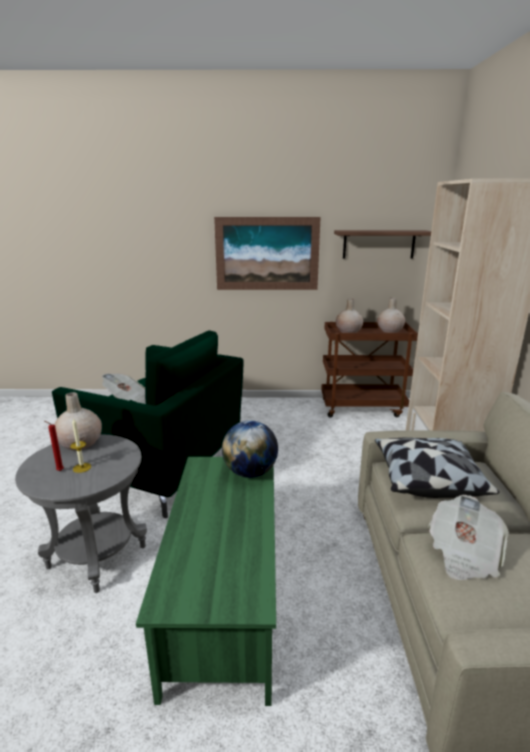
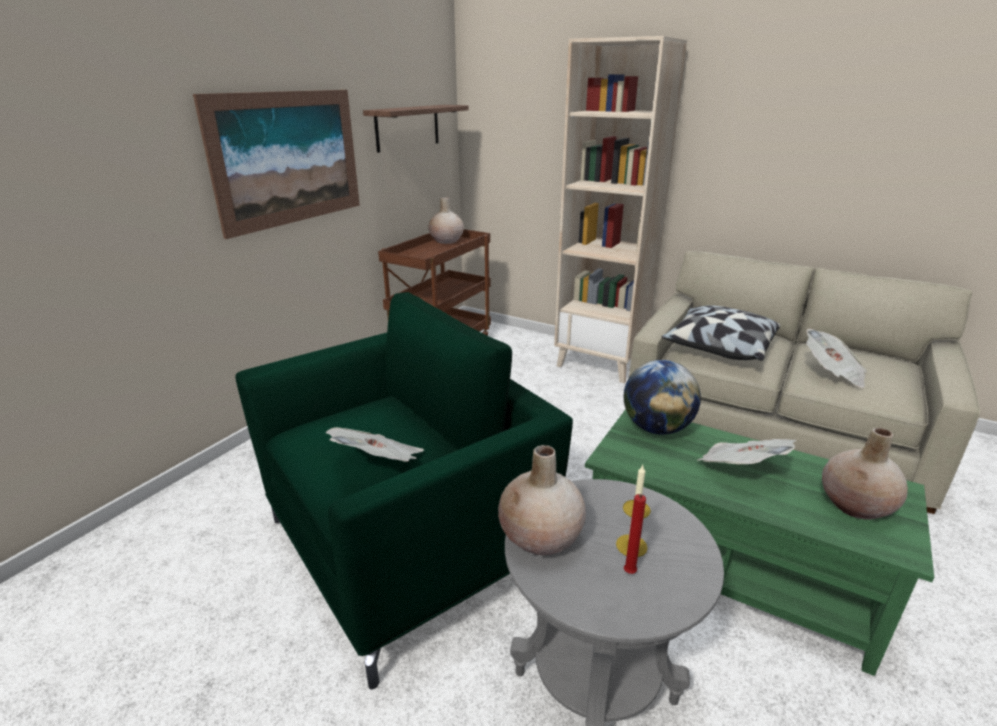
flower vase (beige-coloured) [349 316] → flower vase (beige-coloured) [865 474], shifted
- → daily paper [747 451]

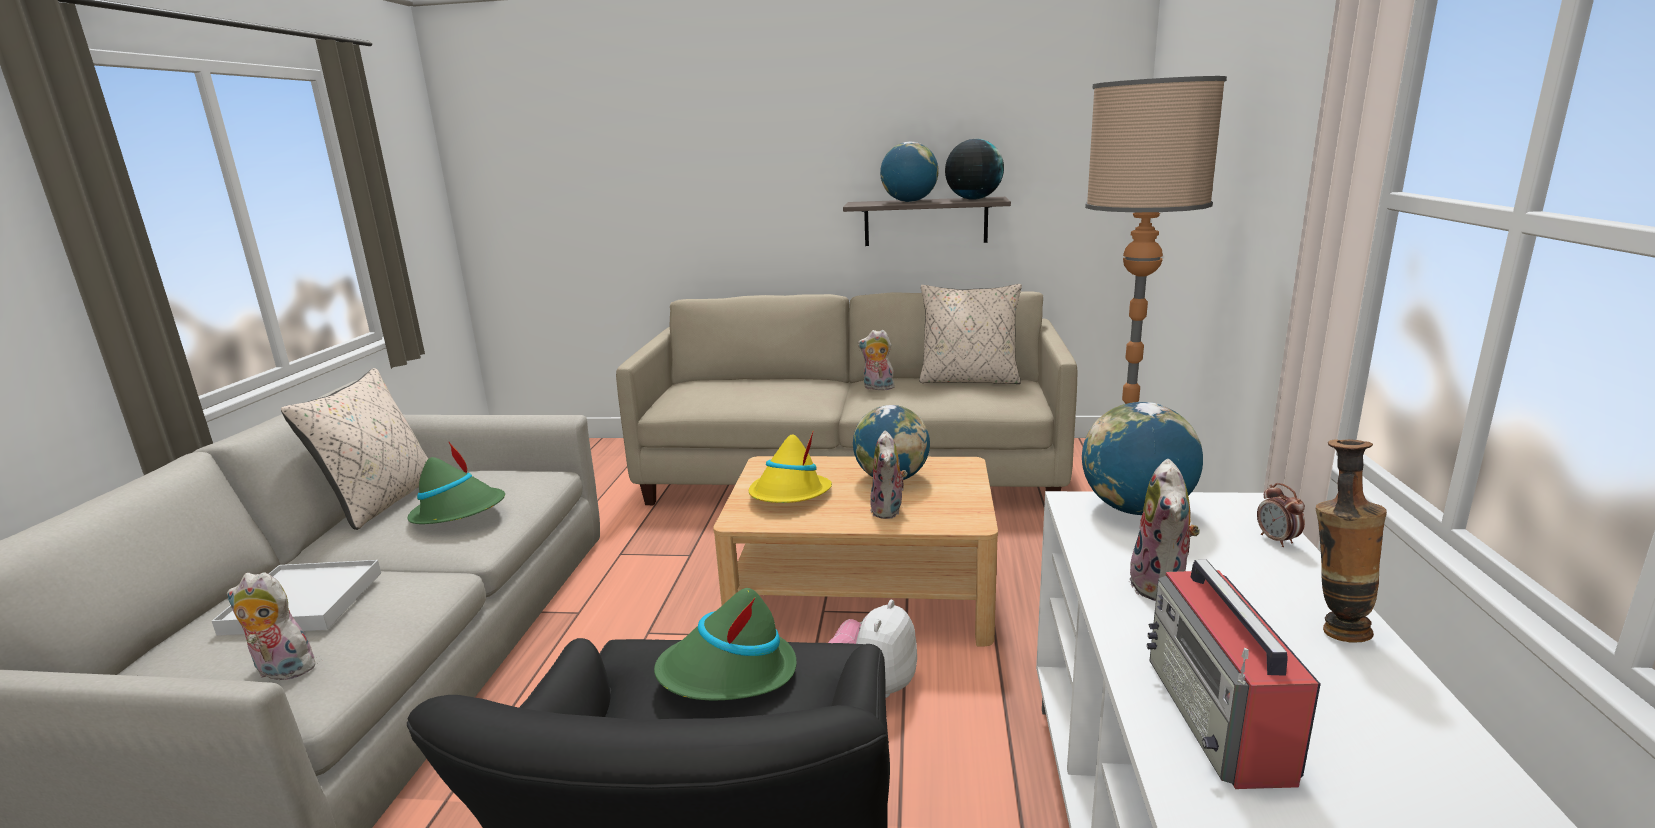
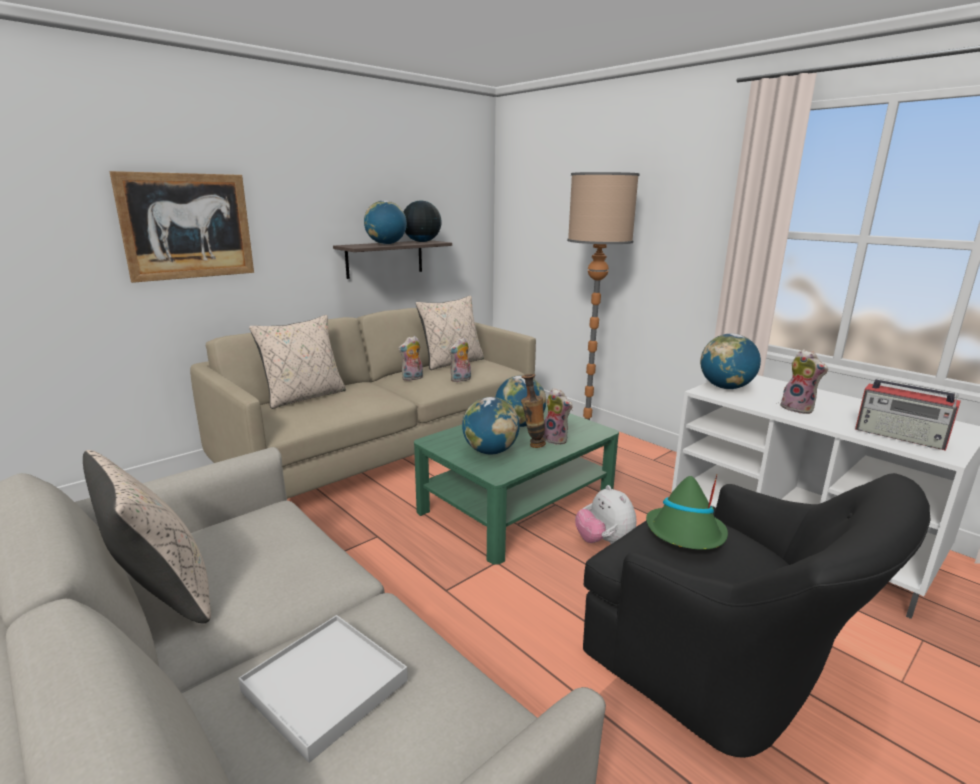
plush toy [272 626] → plush toy [459 359], shifted
wearable hat (green-coloured) [456 483] → -
lounge table (beige-coloured) [855 551] → lounge table (green-coloured) [516 485]
wearable hat (yellow-coloured) [790 467] → desk globe [491 425]
bedside clock [1281 515] → -
flower vase [1351 540] → flower vase [533 411], shifted
- → picture [181 227]
- → cushion (beige-coloured) [297 362]

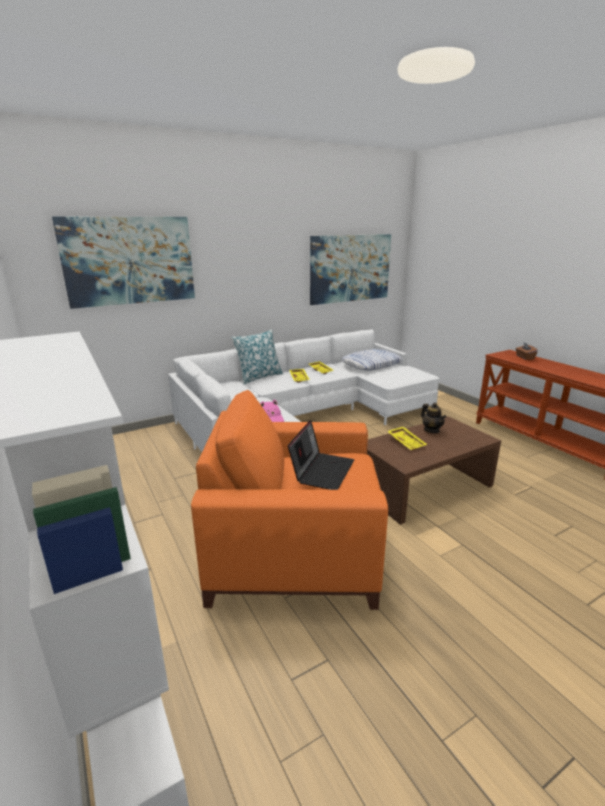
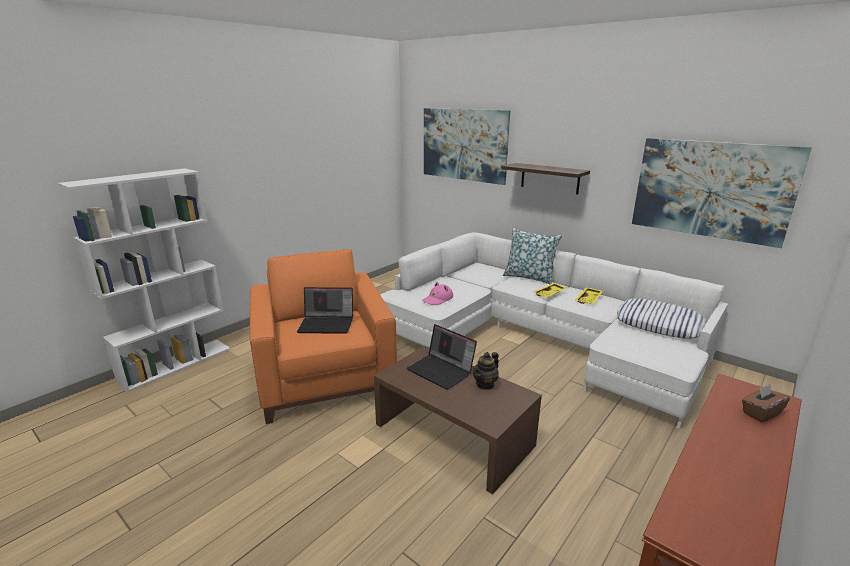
serving tray (yellow-coloured) [407 438] → portable computer [442 357]
- → wall shelf [545 178]

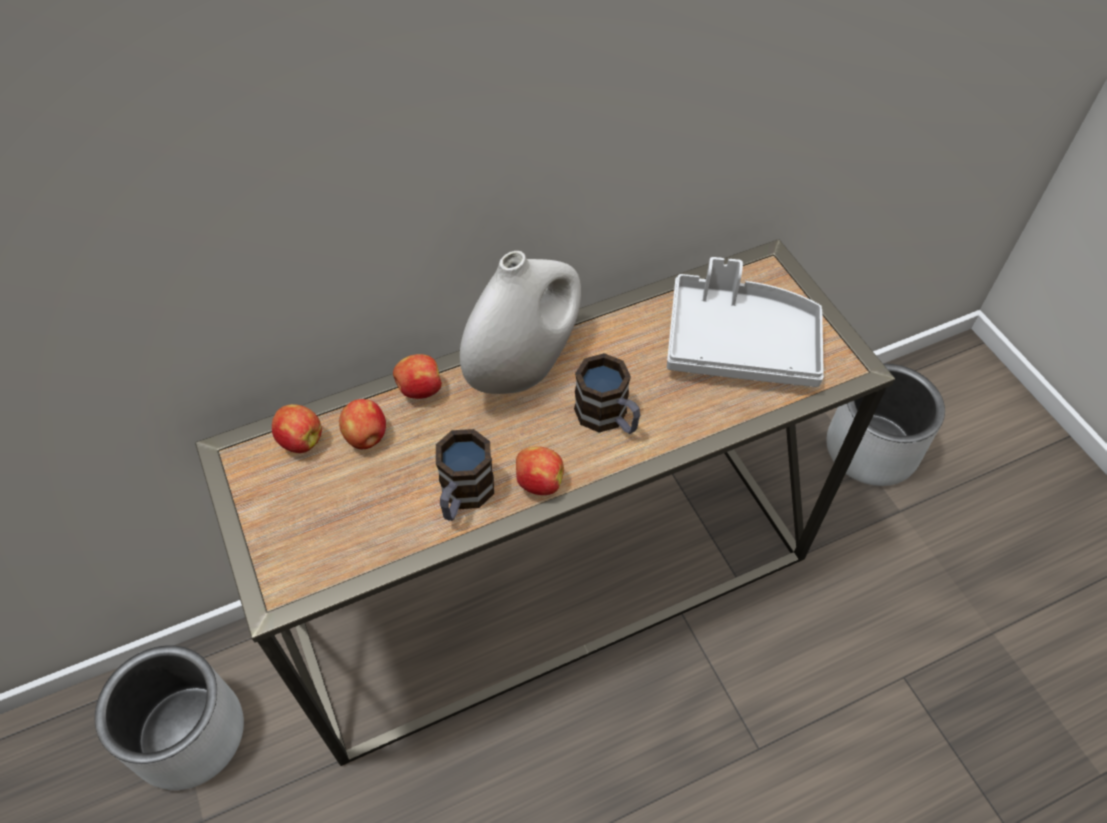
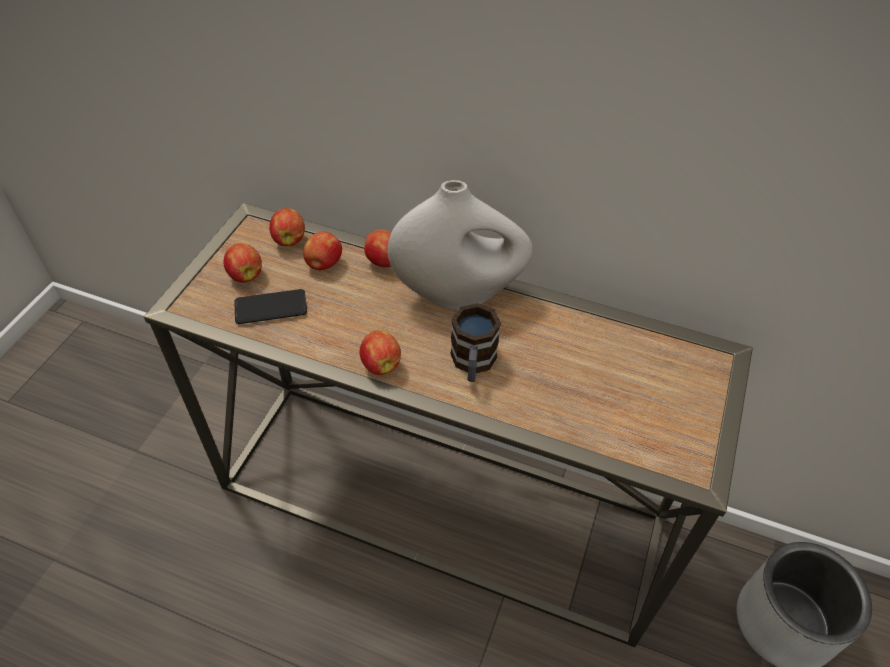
flower pot (greyish) [169 717] → -
coffee mug [465 475] → -
serving tray (greyish) [745 322] → -
- → apple fruit [242 263]
- → telephone [270 306]

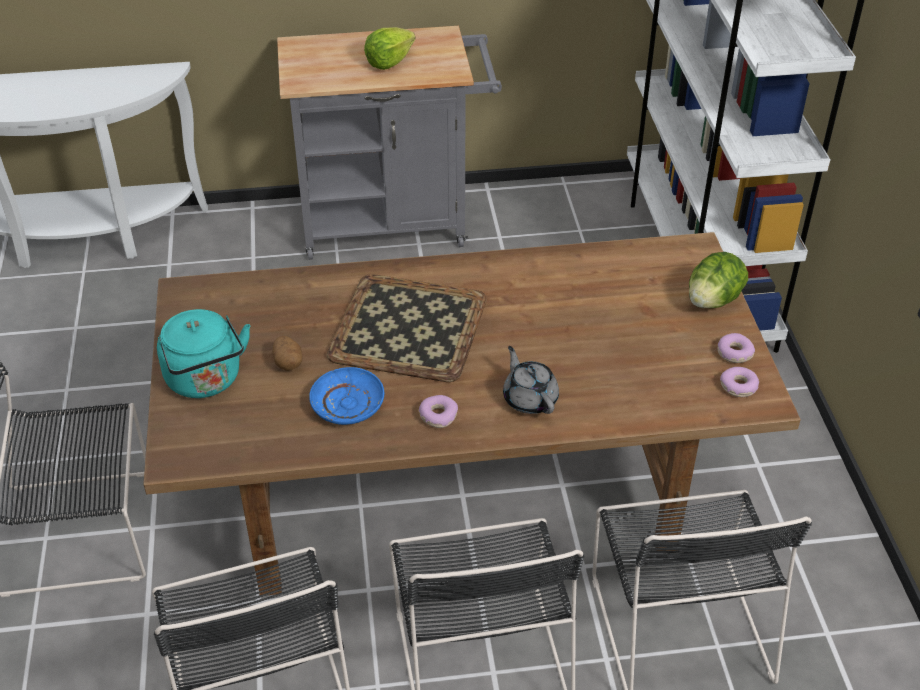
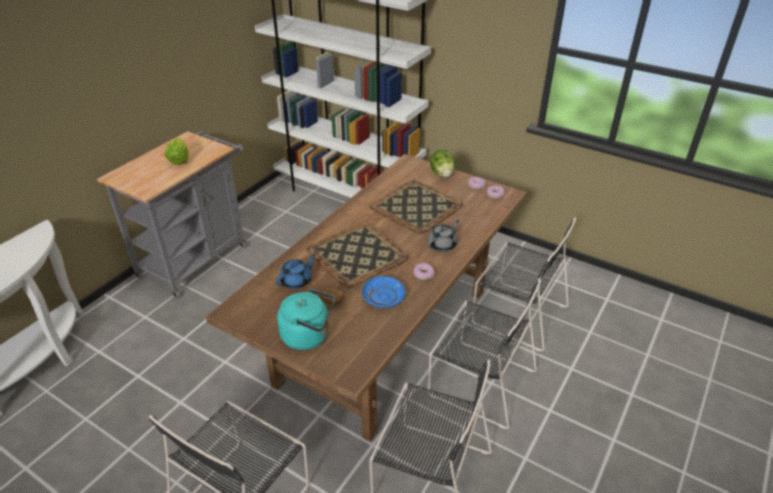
pot for tea (greyish) [531 380] → pot for tea (greyish) [443 236], 120 degrees clockwise
- → pot for tea (blue-coloured) [295 271]
- → serving tray [416 207]

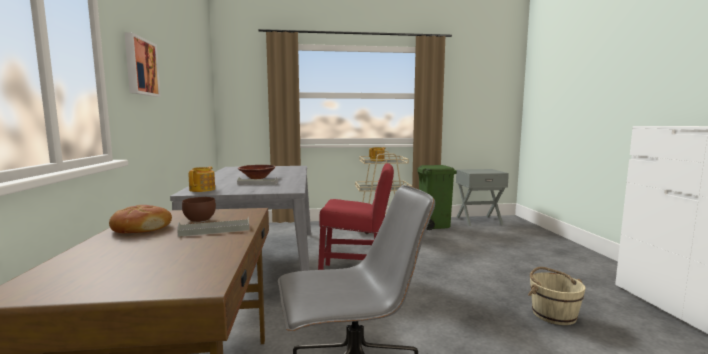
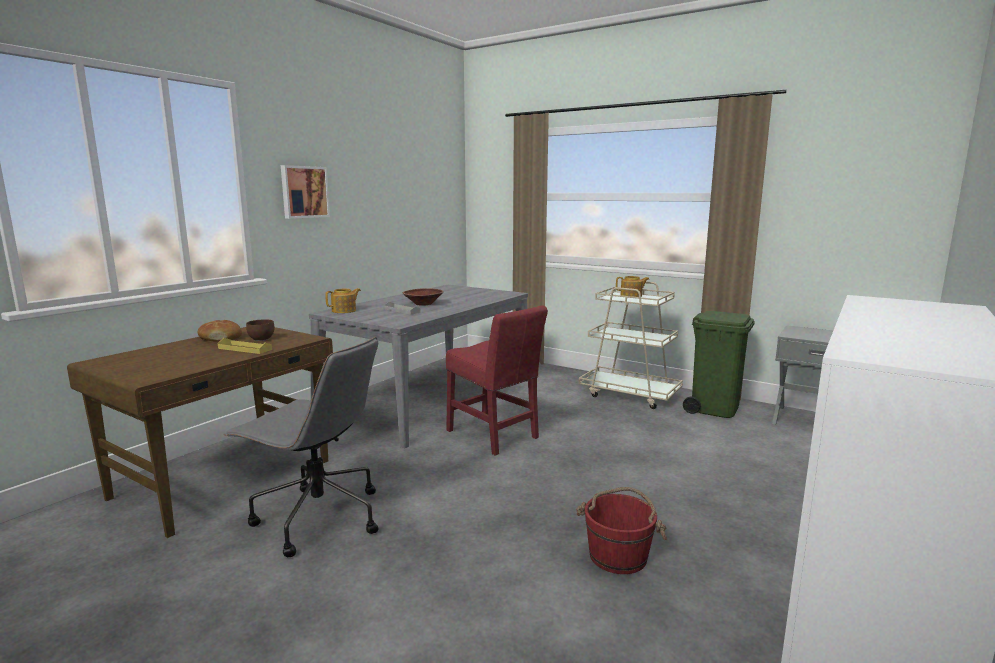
serving tray (greyish) [213 227] → serving tray (yellow-coloured) [245 346]
pail (beige-coloured) [557 296] → pail (red) [621 530]

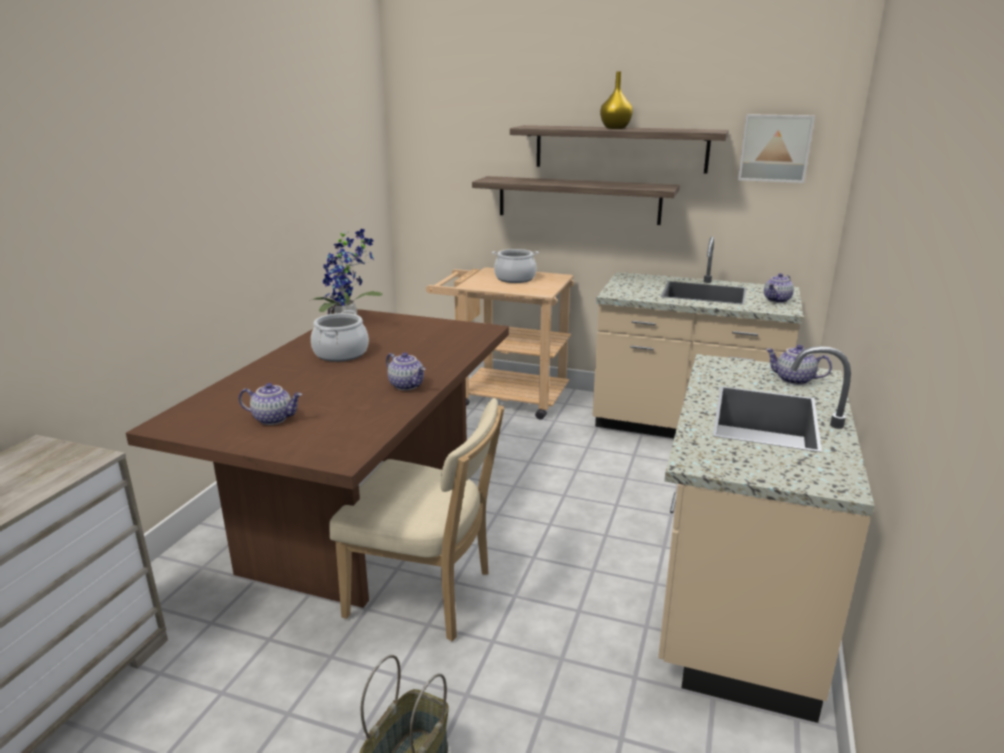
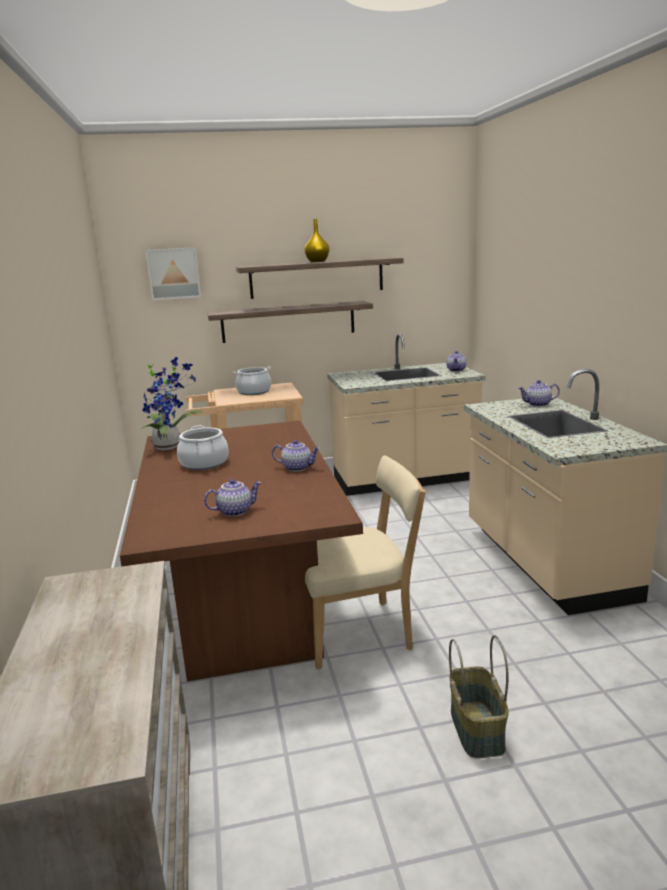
picture [776 148] → picture [173 273], shifted

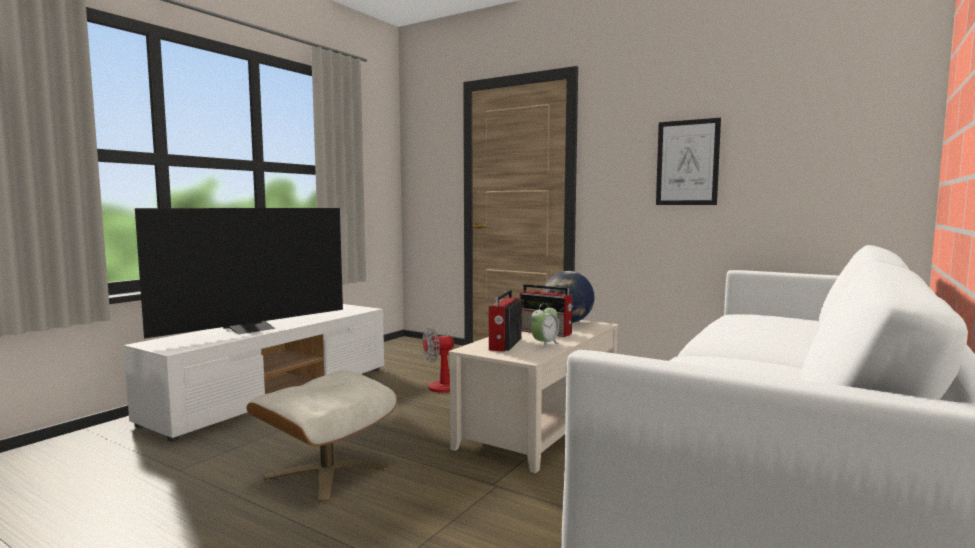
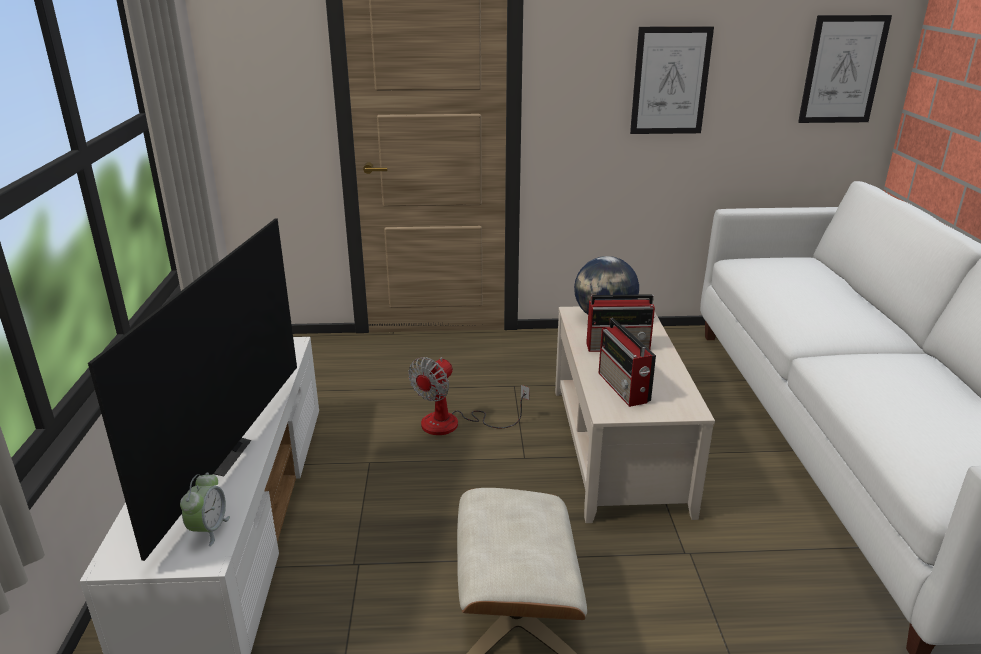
bedside clock [545 325] → bedside clock [205 509], shifted
- → picture [845 69]

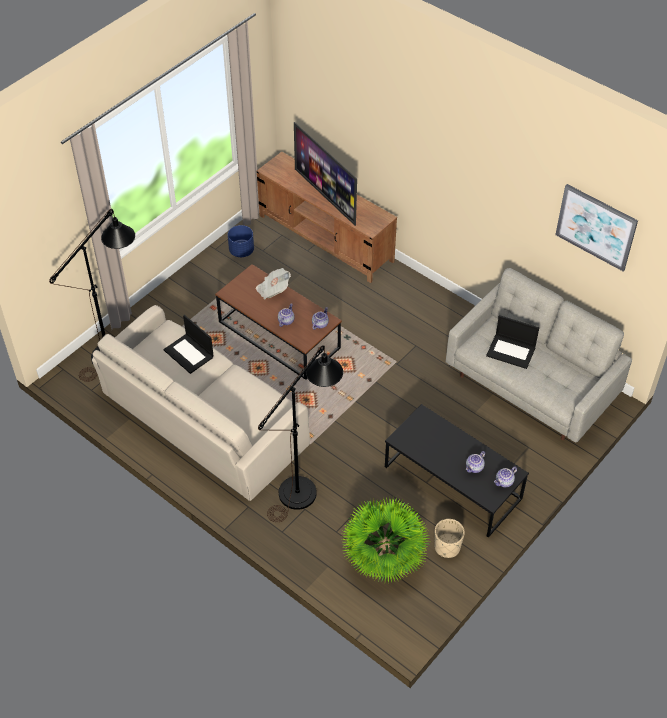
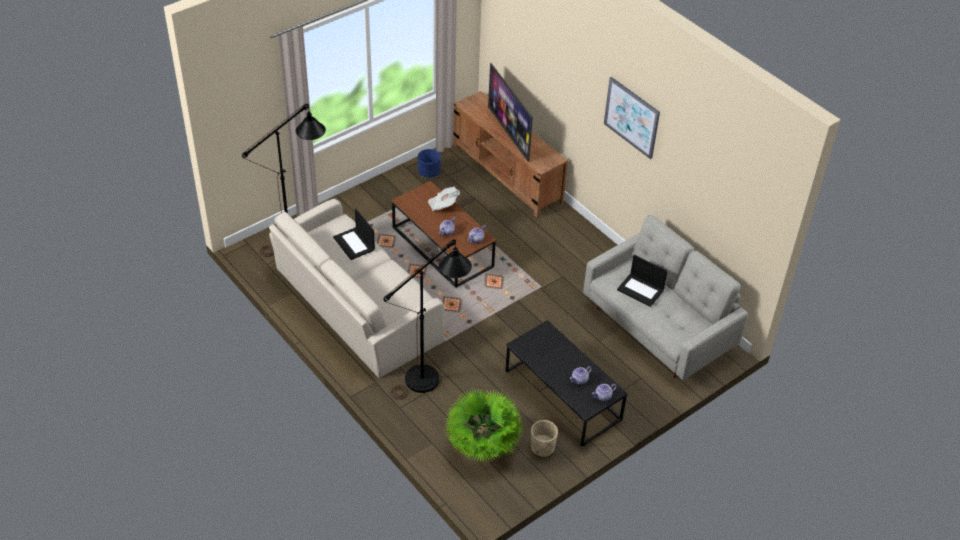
picture [596 227] → picture [632 118], shifted

